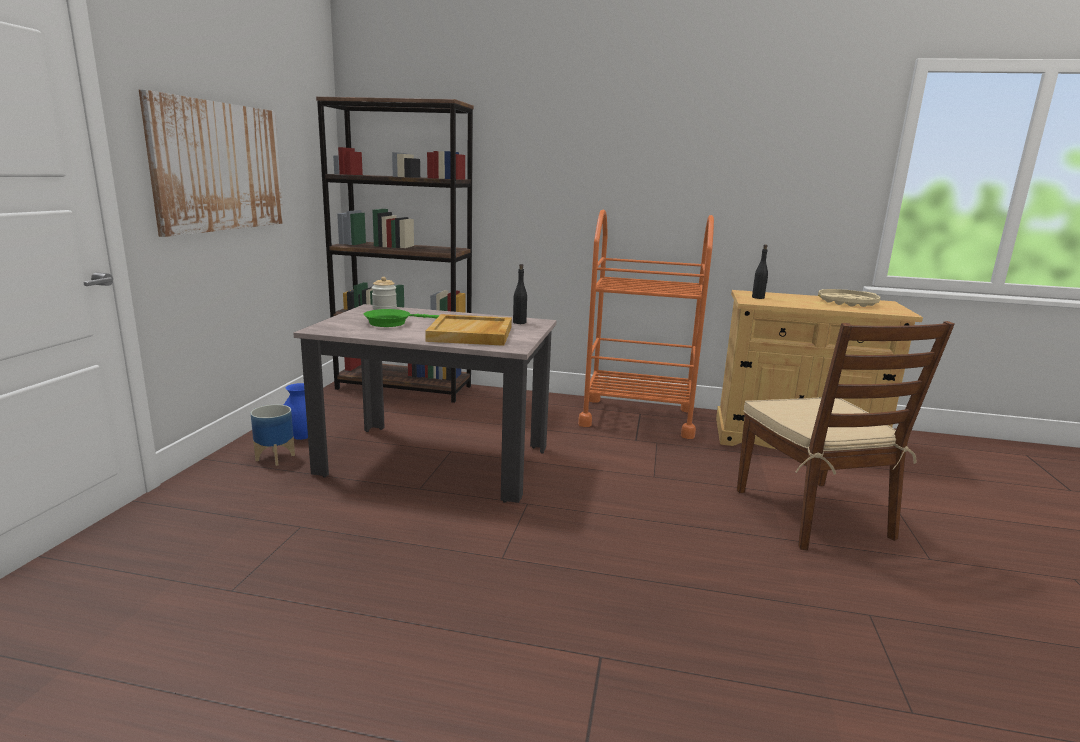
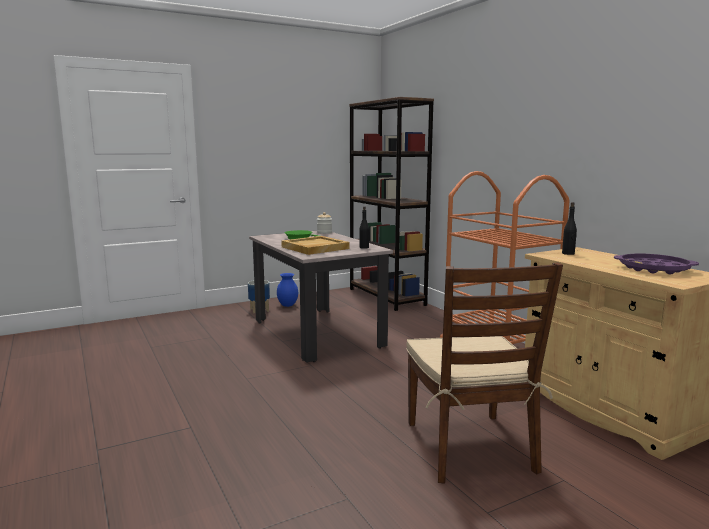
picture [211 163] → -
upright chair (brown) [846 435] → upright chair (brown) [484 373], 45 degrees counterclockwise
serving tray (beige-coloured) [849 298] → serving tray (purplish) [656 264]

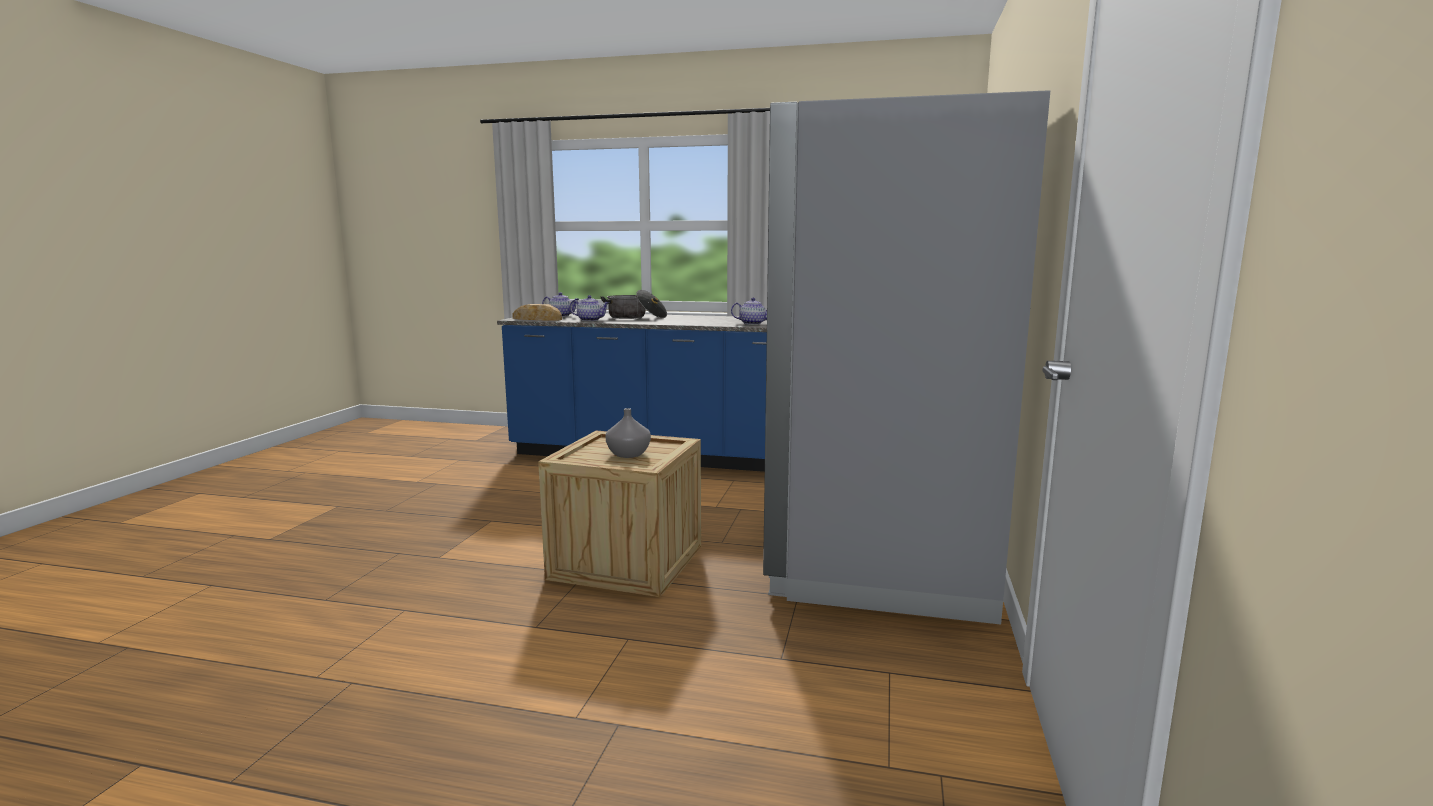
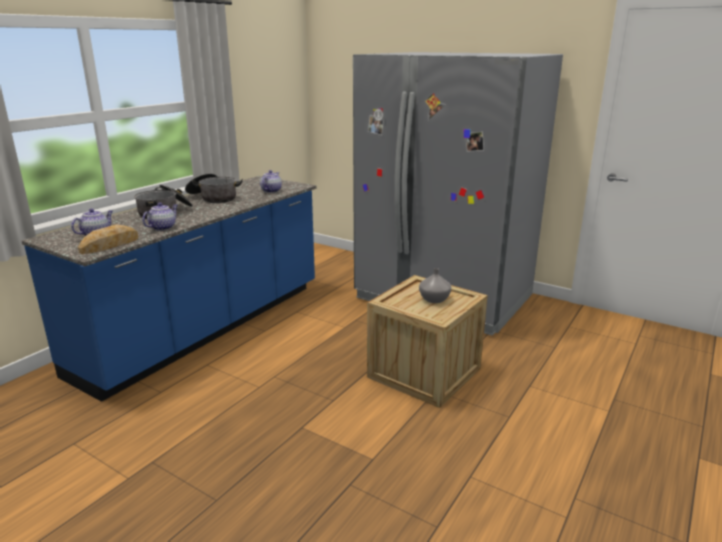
- → cooking pot [214 188]

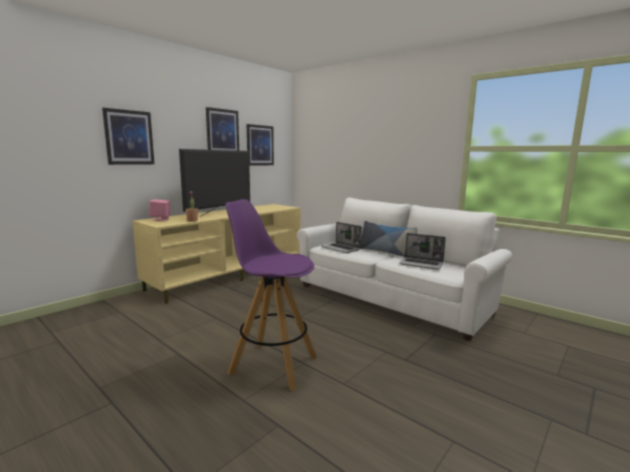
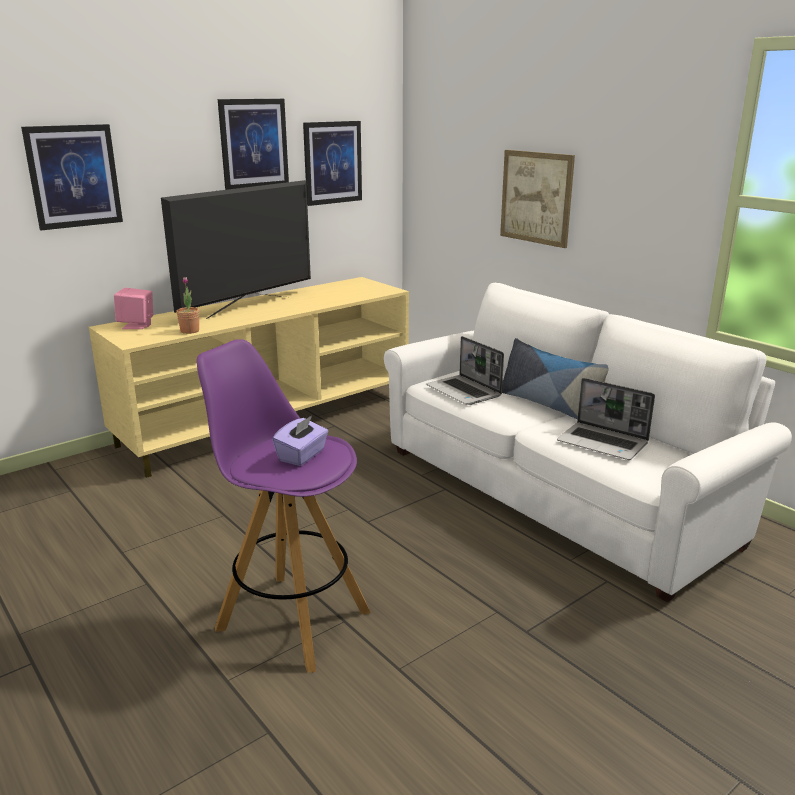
- → box of tissues (purplish) [300 441]
- → picture [537 199]

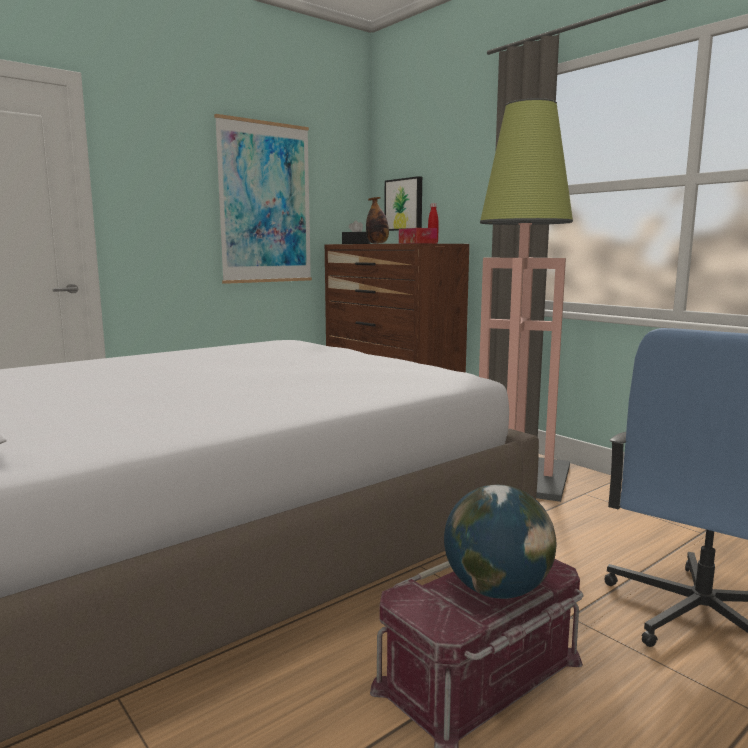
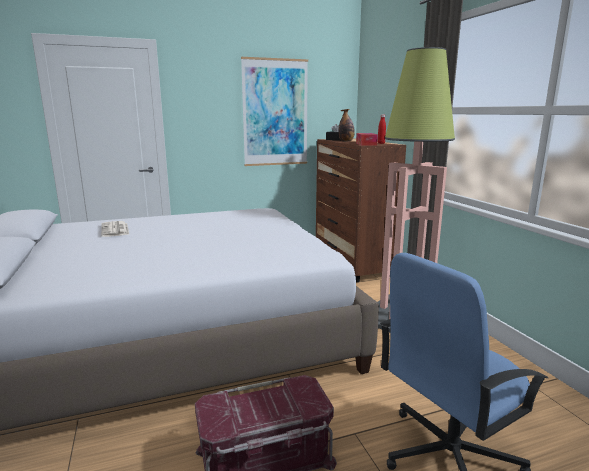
picture [403 203] → -
desk globe [500 542] → -
- → daily paper [115 229]

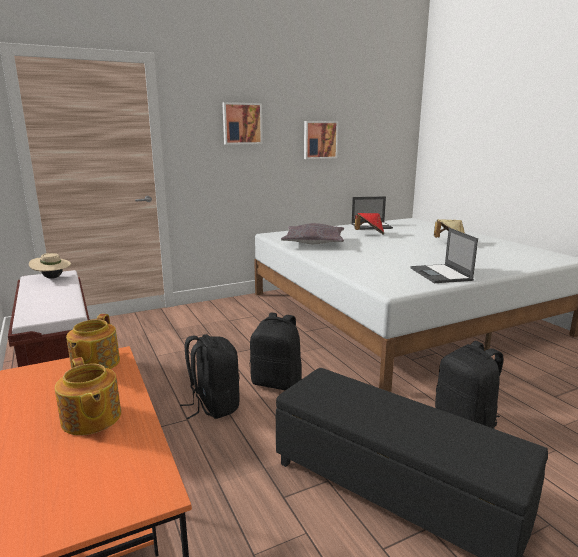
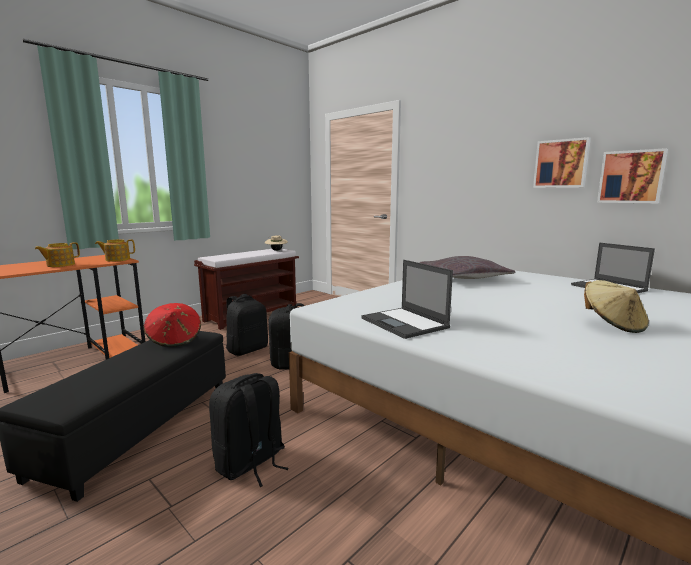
picture [242 123] → picture [632 175], shifted
wearable hat (red) [369 224] → wearable hat (red) [172 325], shifted
portable computer [444 255] → portable computer [407 299], 90 degrees counterclockwise

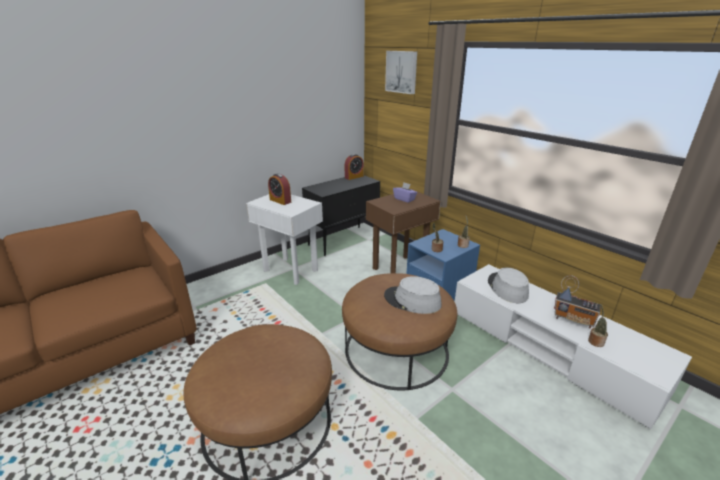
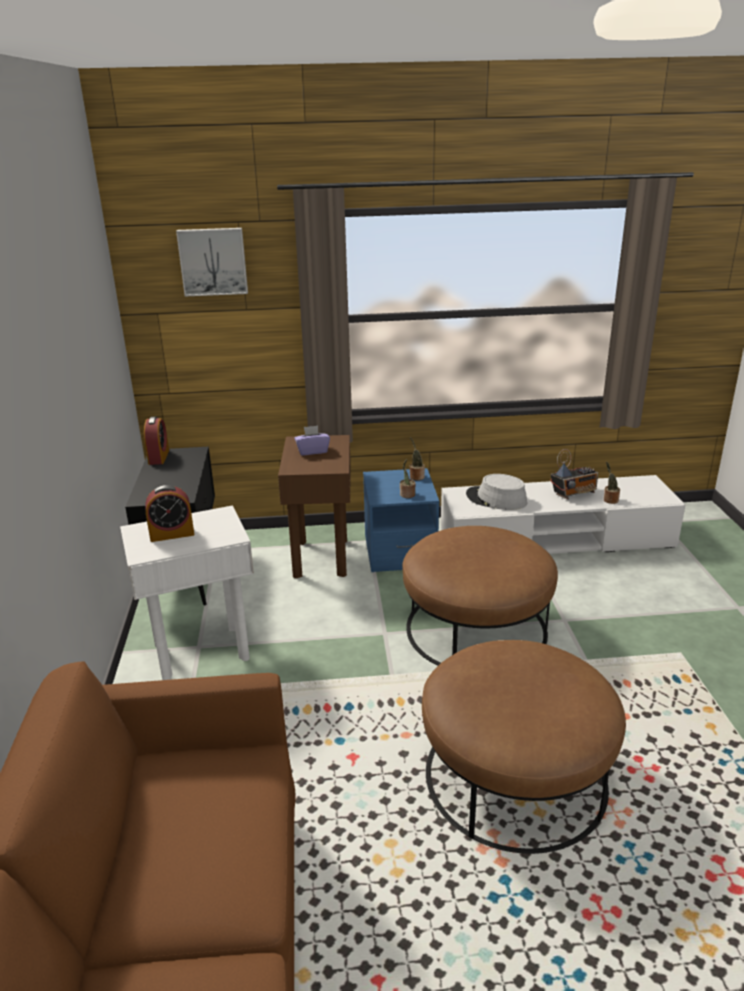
wearable hat (greyish) [413 295] → -

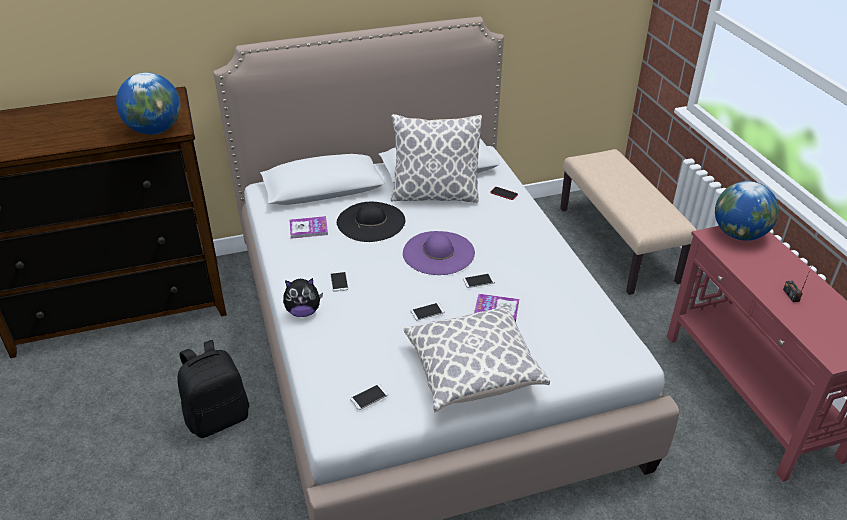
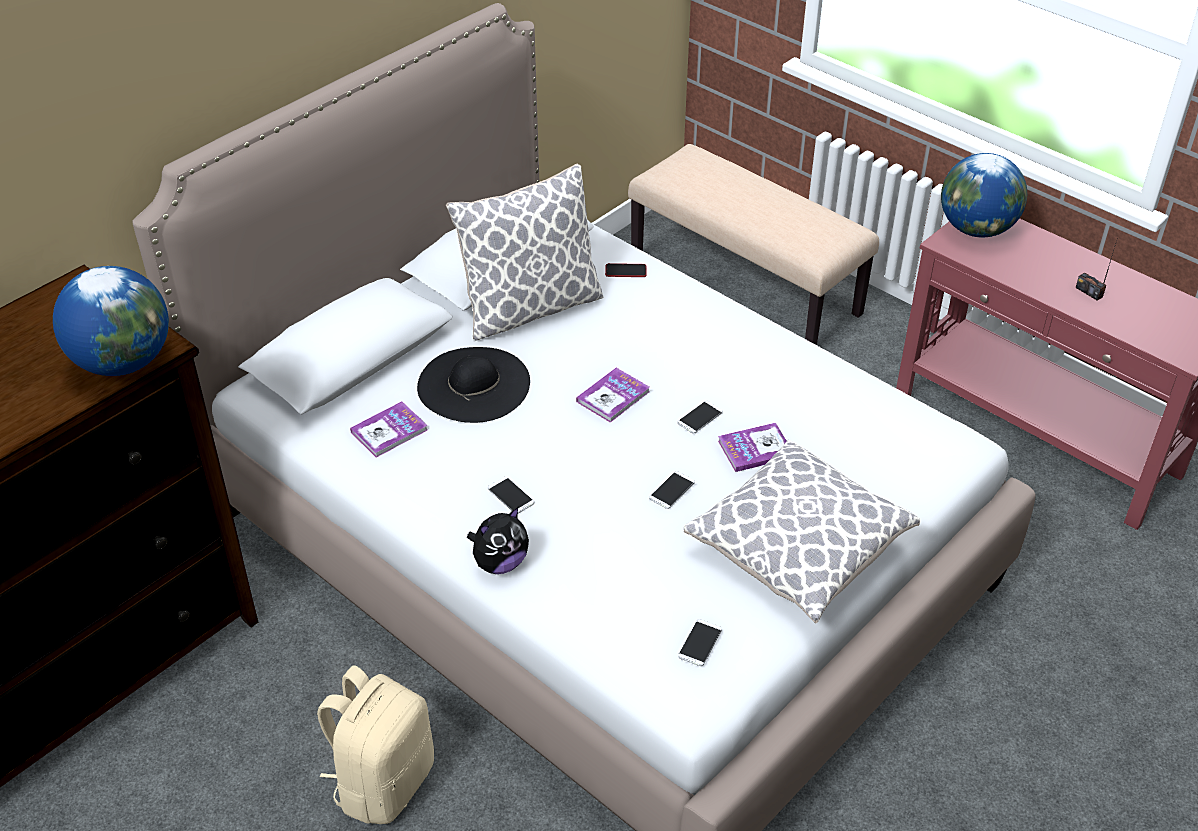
knapsack (blackish) [213 389] → knapsack (beige-coloured) [375 744]
wearable hat (purplish) [439 253] → volume [613 395]

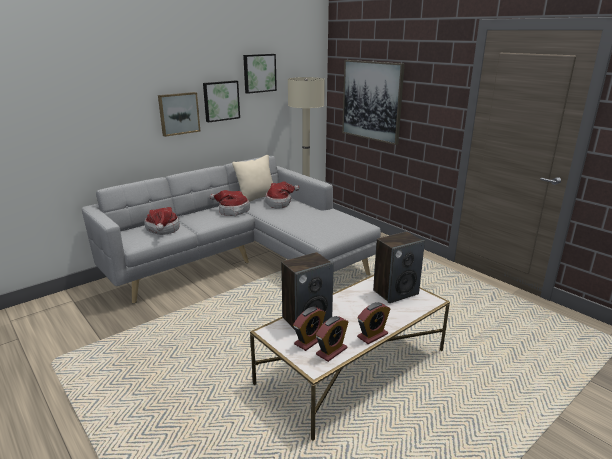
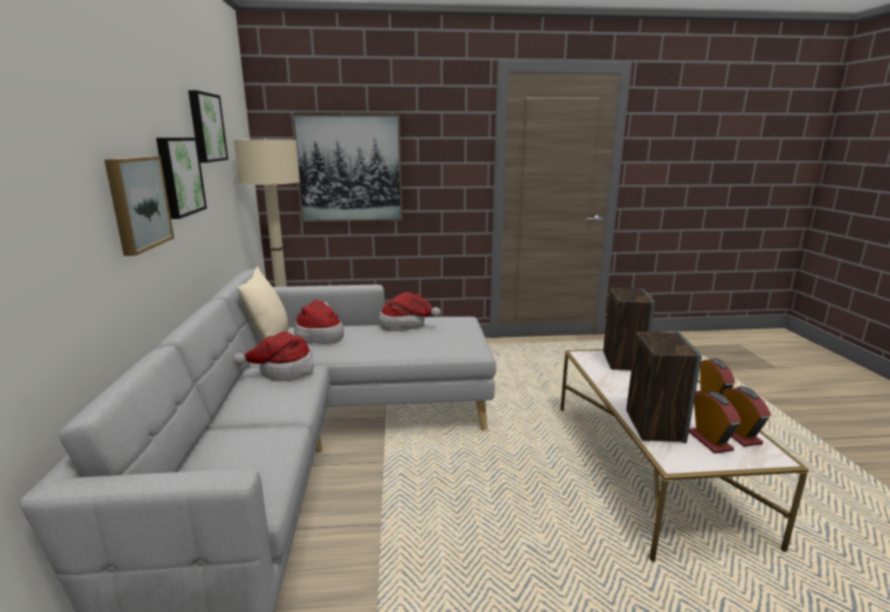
wearable hat [161 221] → wearable hat [410 311], shifted

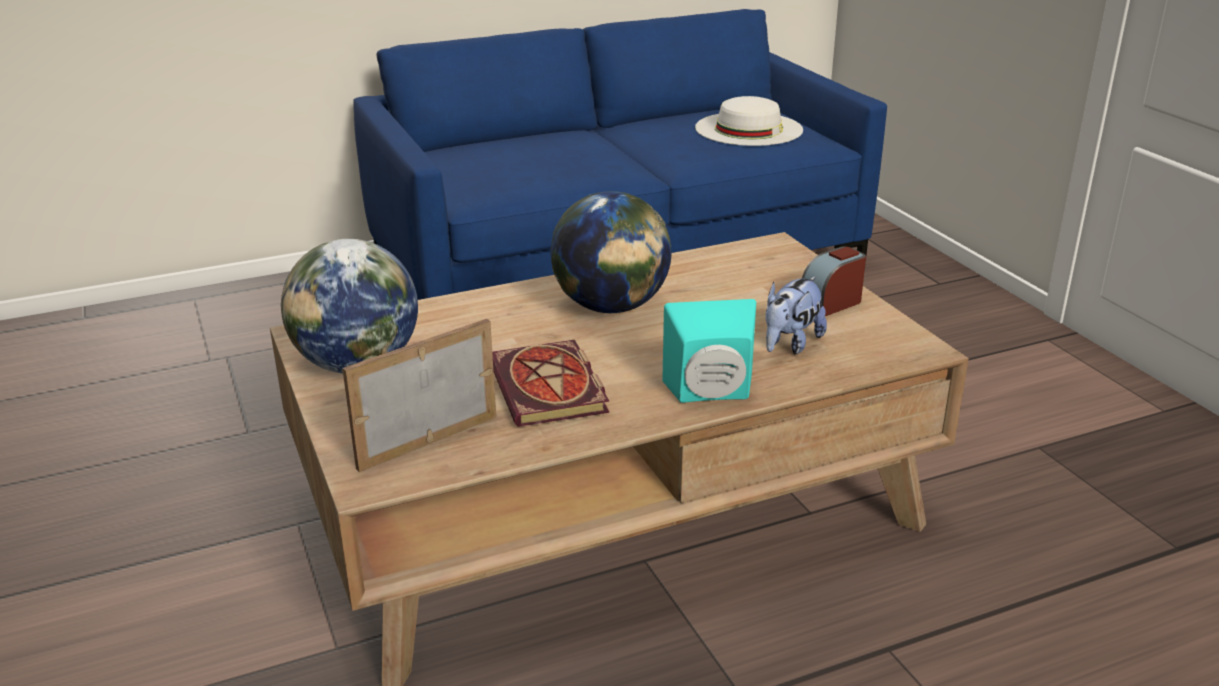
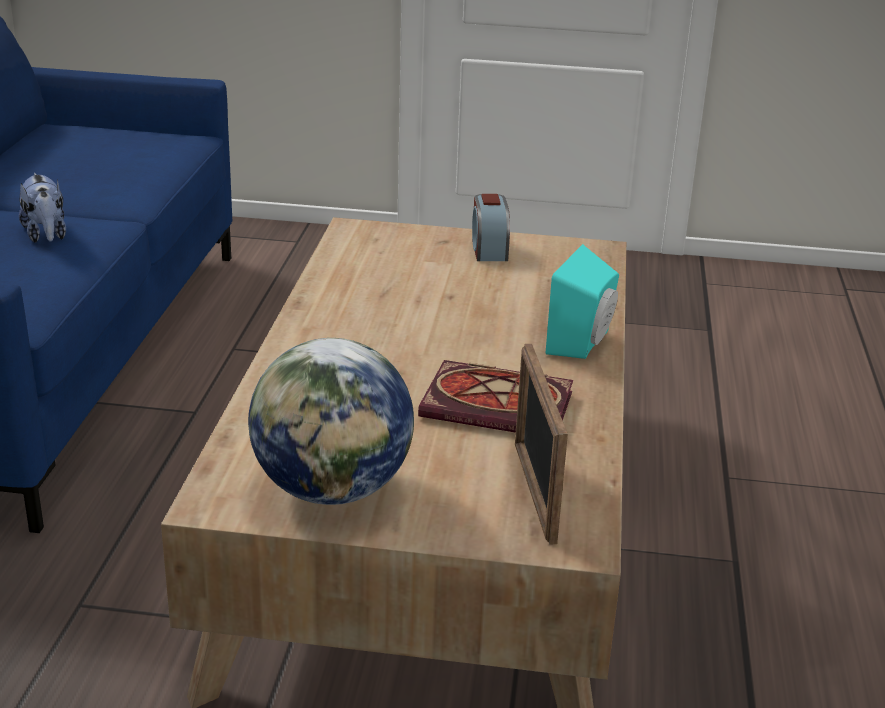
desk globe [611 252] → -
wearable hat (white-coloured) [749 121] → -
plush toy [796 315] → plush toy [42 208], shifted

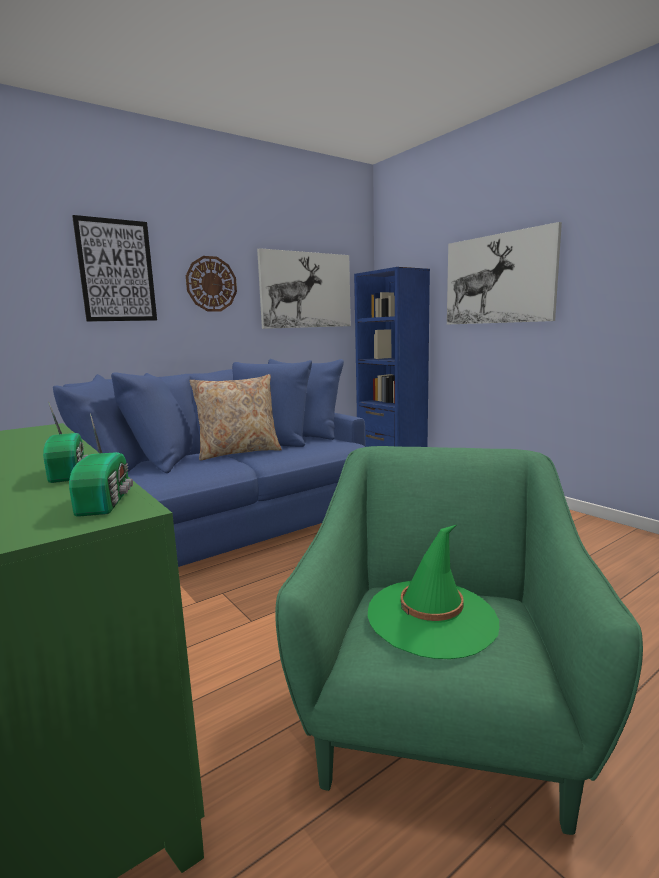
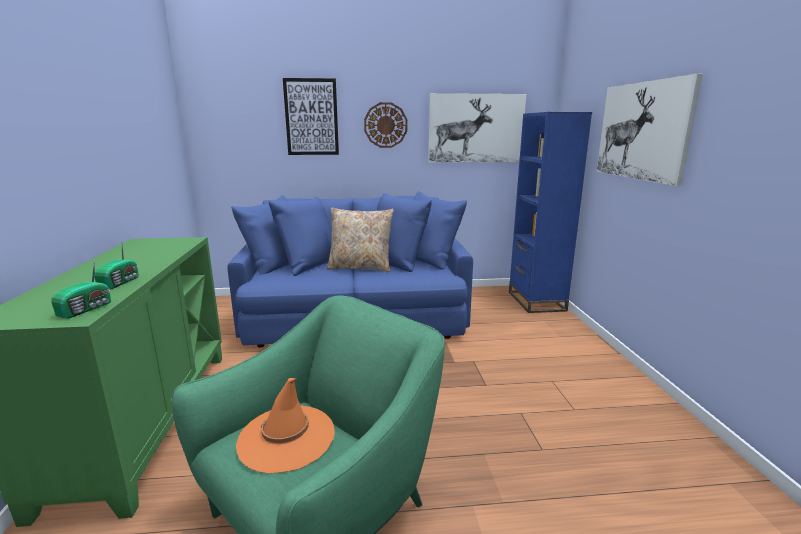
wearable hat (green-coloured) [433 592] → wearable hat (orange) [285 426]

